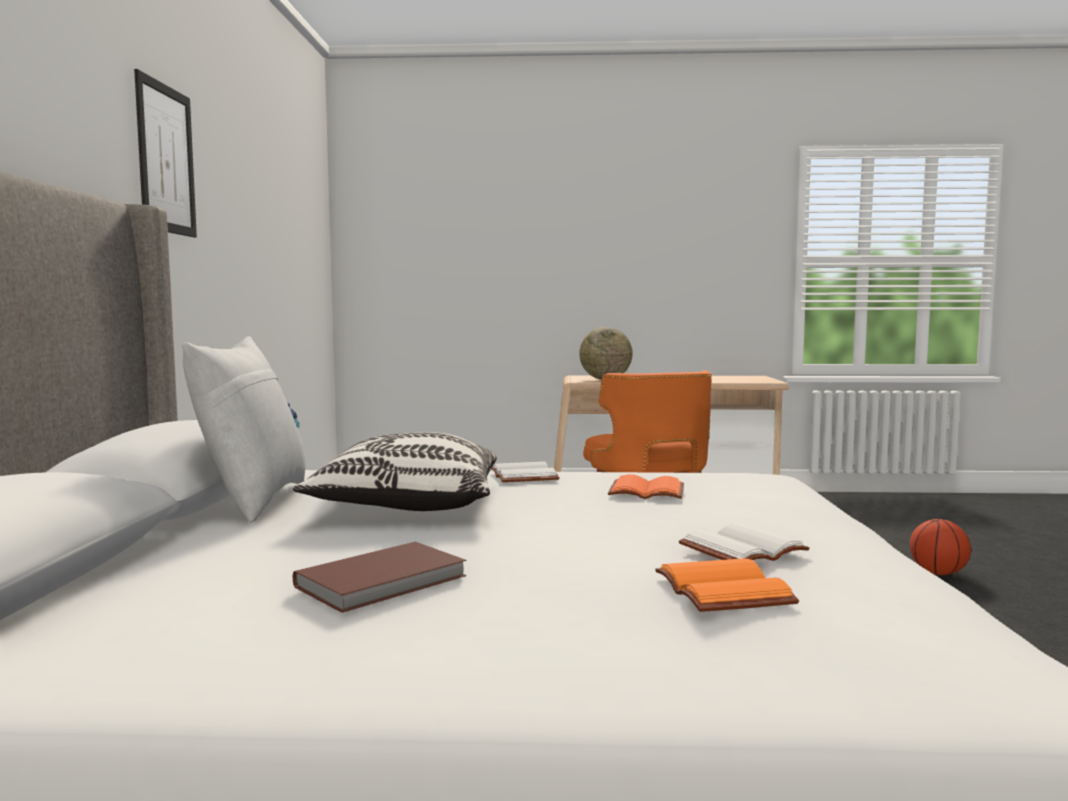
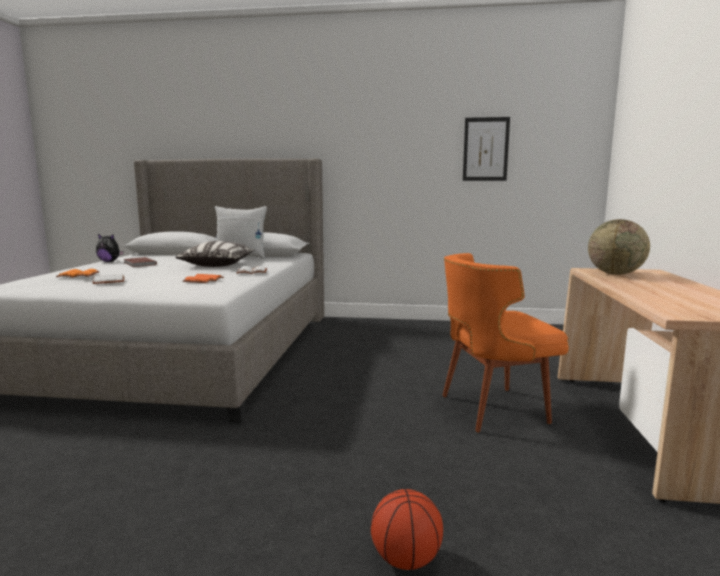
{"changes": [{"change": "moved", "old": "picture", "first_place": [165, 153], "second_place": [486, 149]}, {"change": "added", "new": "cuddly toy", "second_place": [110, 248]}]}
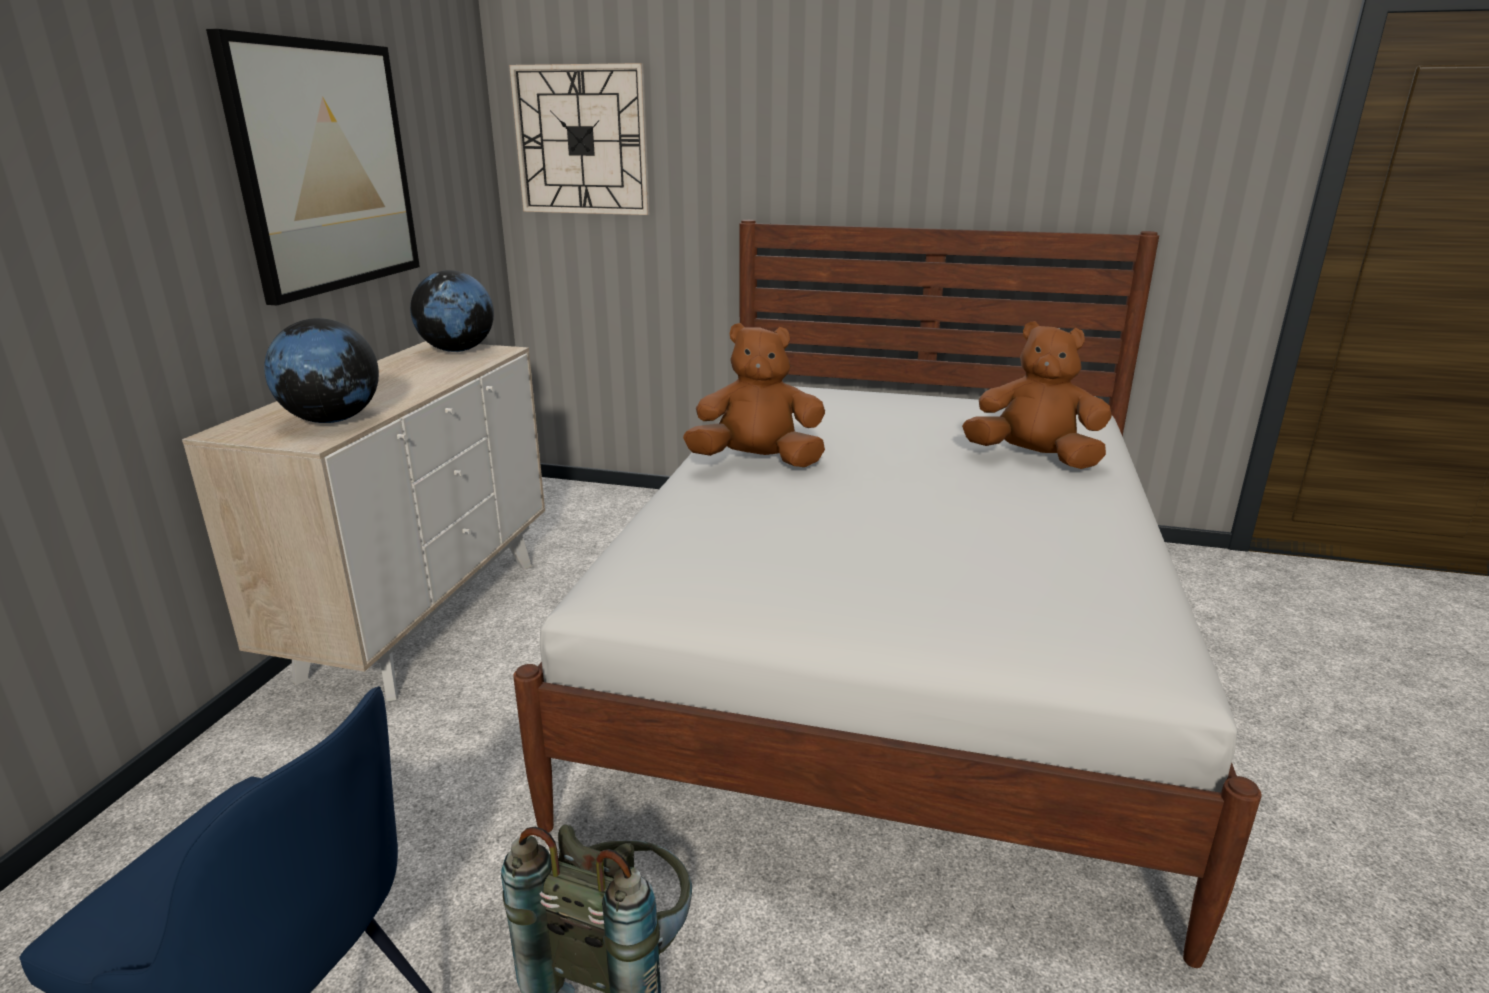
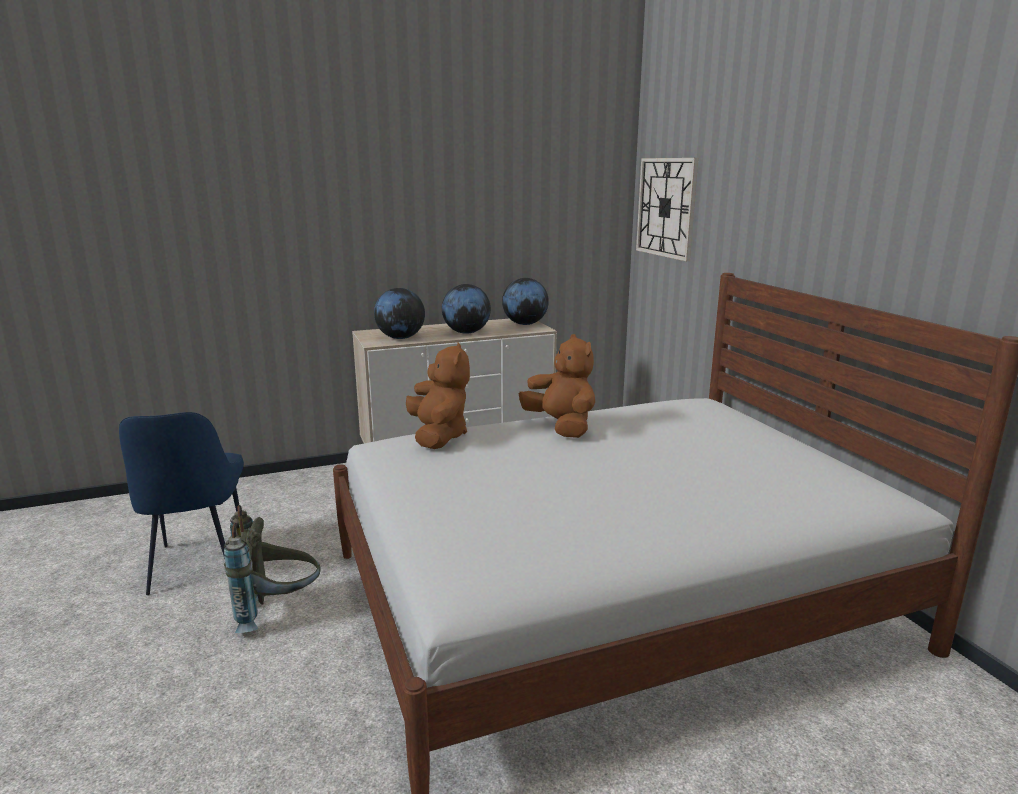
{"changes": [{"change": "removed", "old": "picture", "first_place": [313, 167]}, {"change": "moved", "old": "cuddly toy (brown-coloured)", "first_place": [1037, 395], "second_place": [438, 395]}, {"change": "added", "new": "world globe", "second_place": [466, 309]}]}
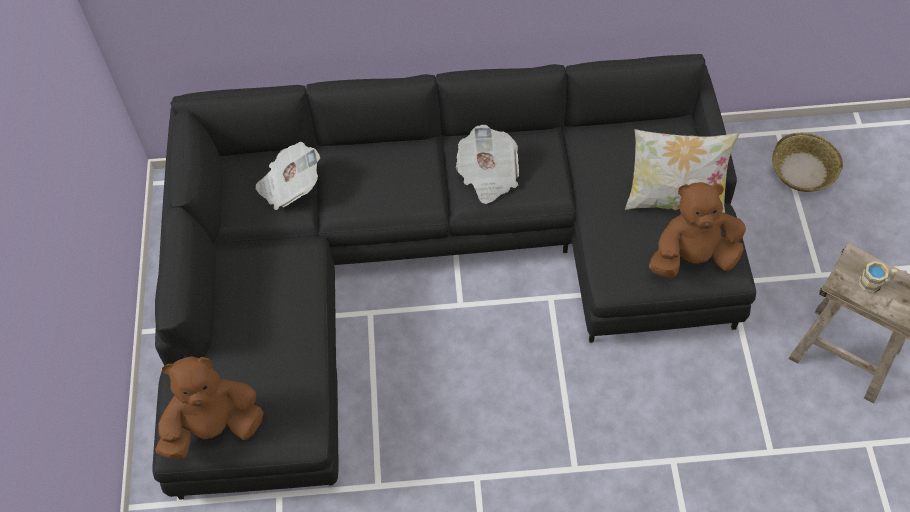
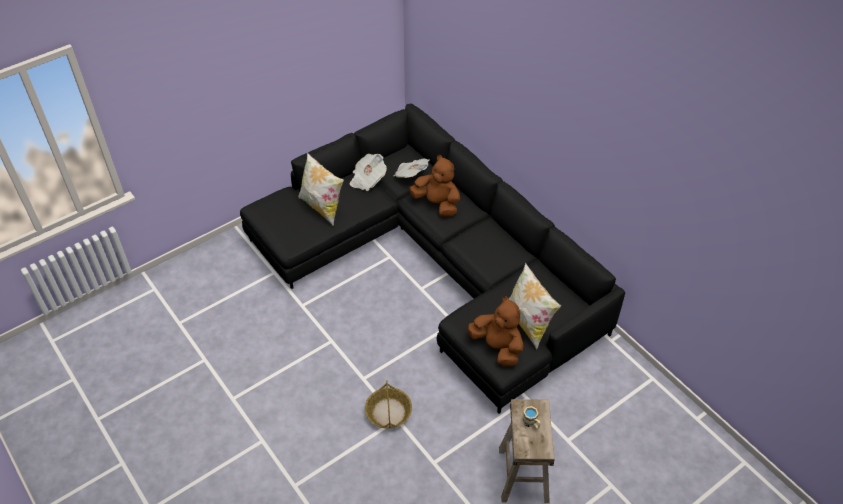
{"changes": [{"change": "moved", "old": "cuddly toy (brown-coloured)", "first_place": [209, 408], "second_place": [434, 186]}, {"change": "moved", "old": "printed paper", "first_place": [487, 164], "second_place": [368, 172]}, {"change": "moved", "old": "basket", "first_place": [807, 162], "second_place": [388, 404]}, {"change": "added", "new": "cushion", "second_place": [321, 189]}]}
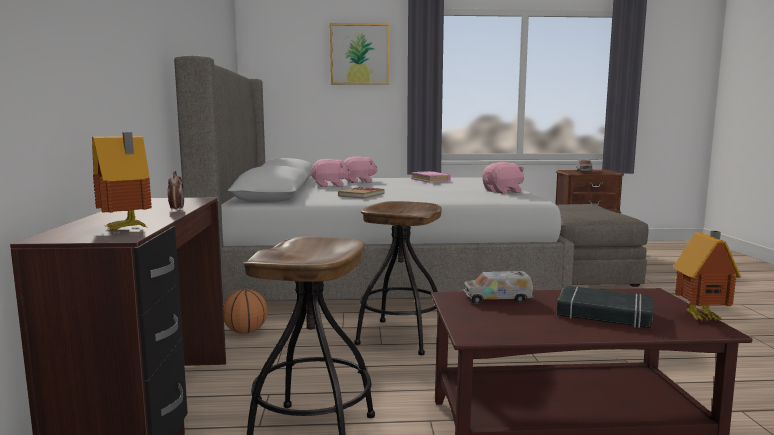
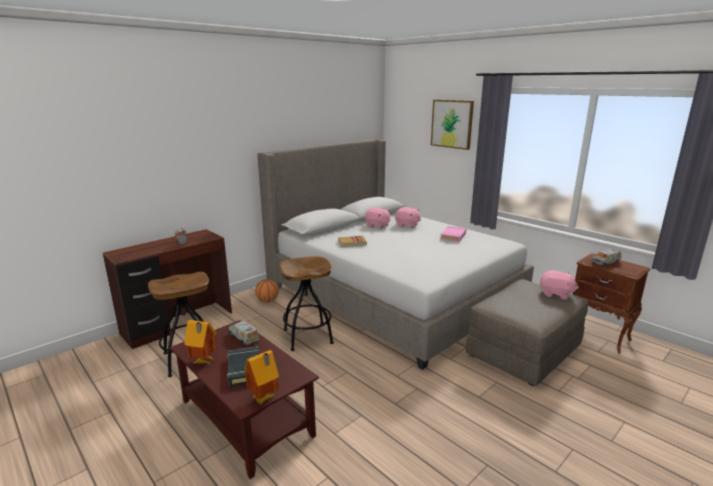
{"changes": [{"change": "moved", "old": "model house", "first_place": [122, 181], "second_place": [200, 342]}, {"change": "moved", "old": "cuddly toy (pink)", "first_place": [503, 177], "second_place": [559, 284]}]}
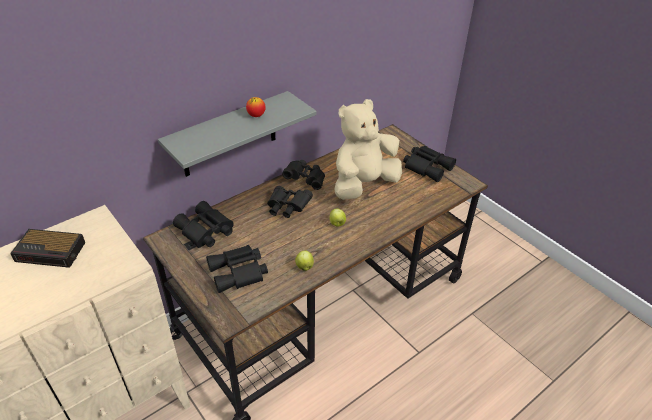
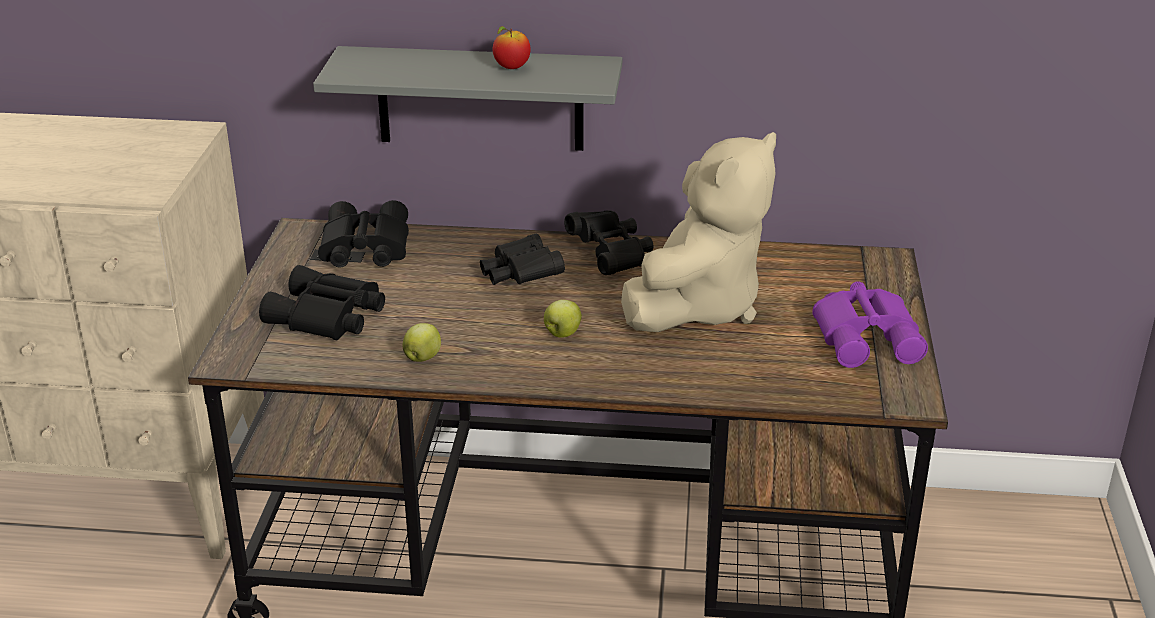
{"changes": [{"change": "removed", "old": "table clock", "first_place": [47, 248]}, {"change": "turned", "old": "cuddly toy (sand-coloured)", "first_place": [368, 149], "second_place": [698, 232], "degrees": 120}, {"change": "recoloured", "old": "pair of binoculars (black-coloured)", "new": "pair of binoculars (purple-coloured)", "first_place": [429, 164], "second_place": [870, 324]}]}
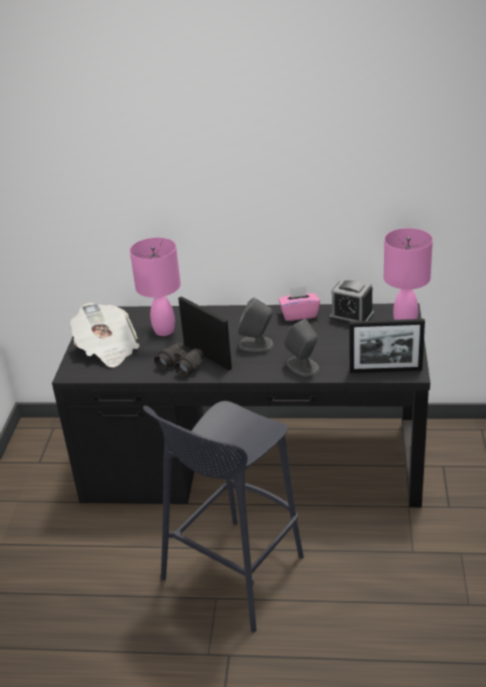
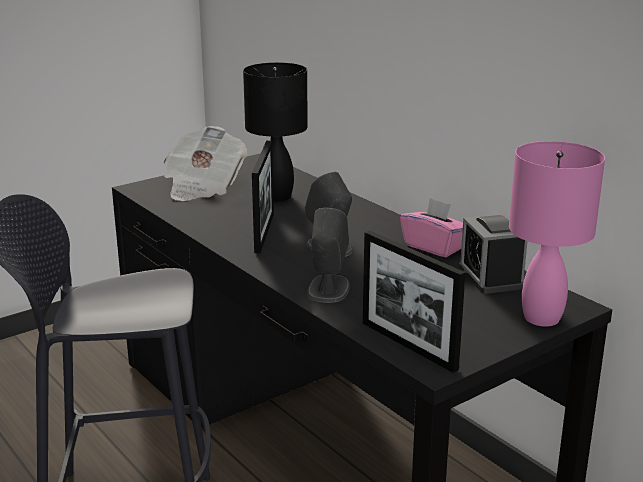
{"changes": [{"change": "recoloured", "old": "tabletop lamp (pink)", "new": "tabletop lamp (black-coloured)", "first_place": [155, 287], "second_place": [275, 132]}, {"change": "removed", "old": "pair of binoculars (black-coloured)", "first_place": [178, 360]}]}
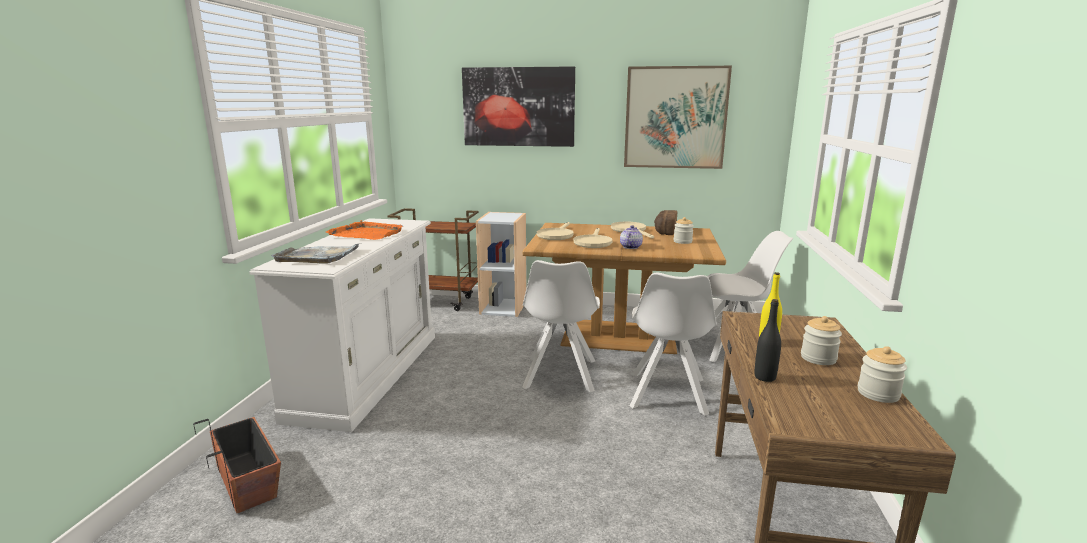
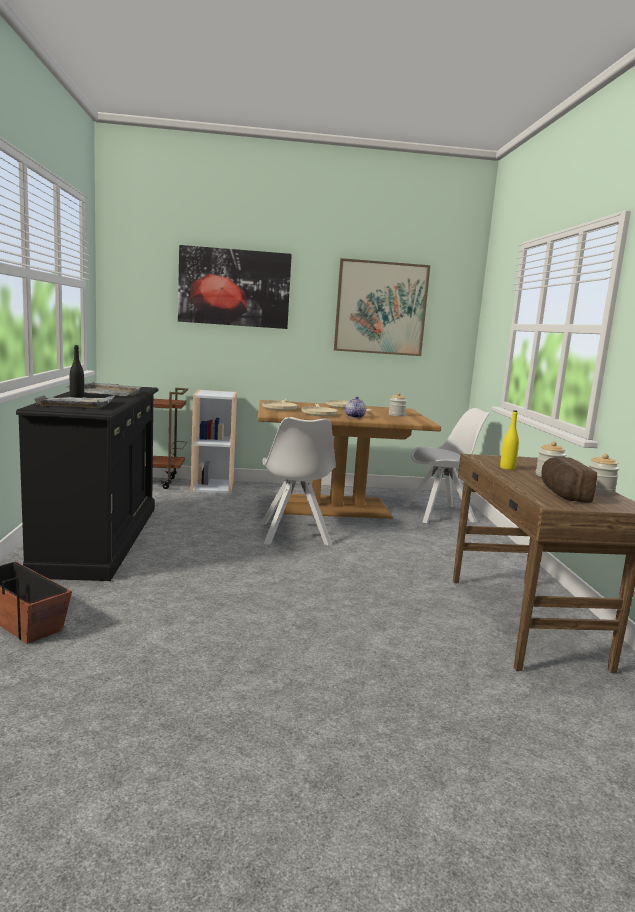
{"changes": [{"change": "recoloured", "old": "cabinet (white-coloured)", "new": "cabinet (black-coloured)", "first_place": [342, 325], "second_place": [87, 484]}, {"change": "recoloured", "old": "tray (orangey)", "new": "tray (greyish)", "first_place": [364, 230], "second_place": [104, 388]}, {"change": "removed", "old": "chair (white-coloured)", "first_place": [673, 344]}, {"change": "moved", "old": "bakery bread", "first_place": [665, 222], "second_place": [569, 480]}, {"change": "moved", "old": "drink bottle (black-coloured)", "first_place": [767, 340], "second_place": [77, 371]}]}
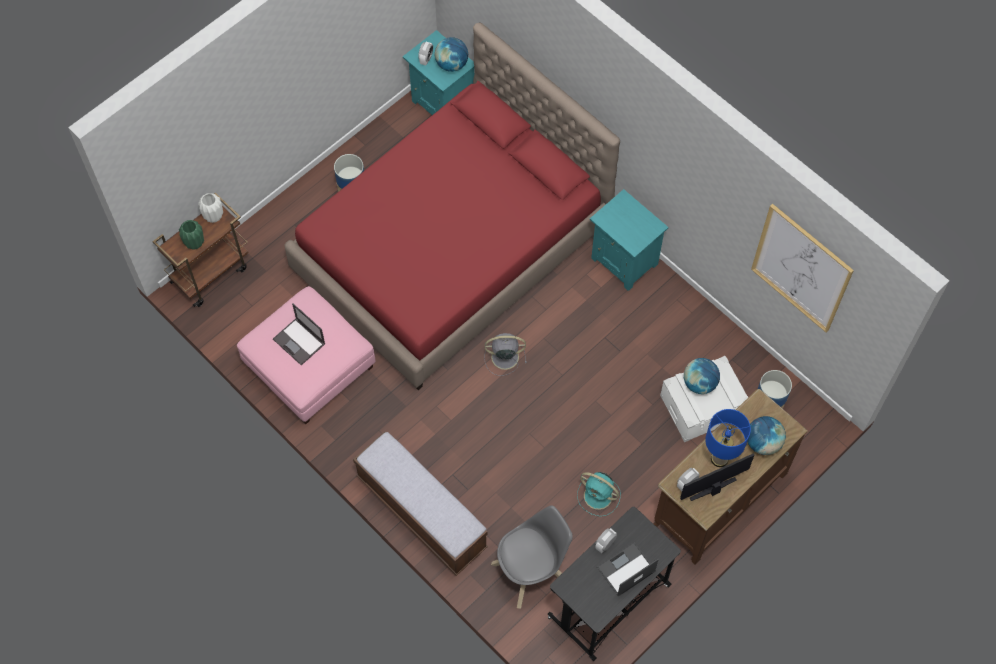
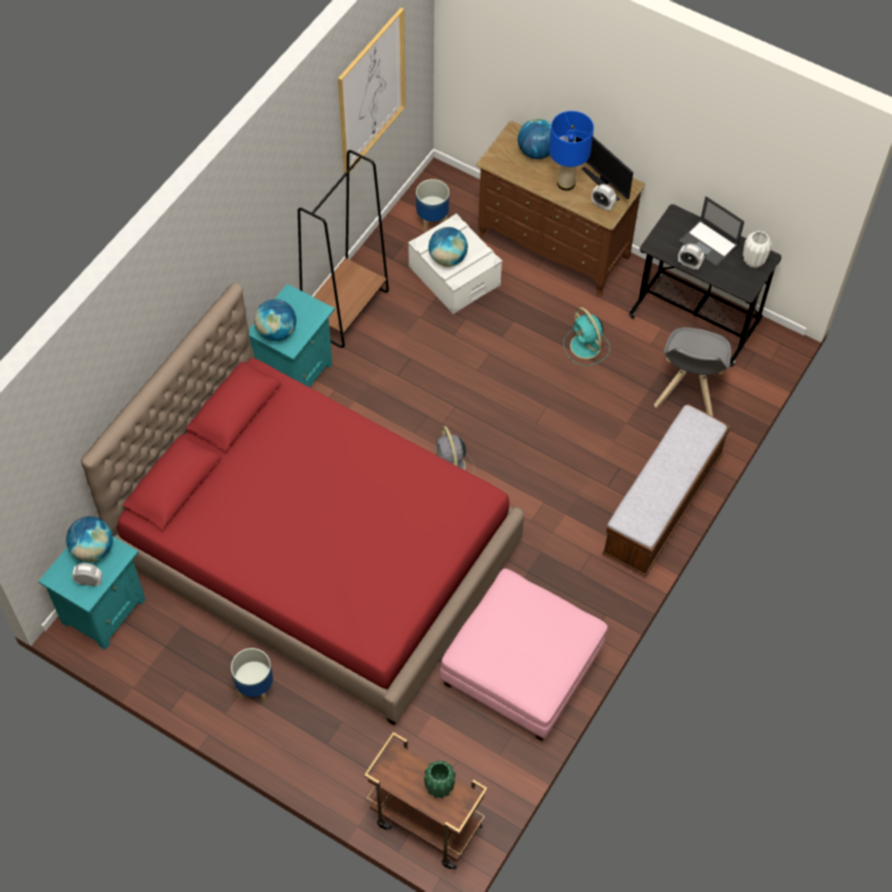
{"changes": [{"change": "moved", "old": "decorative vase (white-coloured)", "first_place": [210, 208], "second_place": [757, 249]}, {"change": "removed", "old": "notebook computer", "first_place": [299, 334]}, {"change": "turned", "old": "chair (greyish)", "first_place": [532, 557], "second_place": [692, 371], "degrees": -120}, {"change": "turned", "old": "electric fan (turquoise-coloured)", "first_place": [599, 494], "second_place": [586, 336], "degrees": 135}, {"change": "added", "new": "world globe", "second_place": [275, 320]}, {"change": "added", "new": "garment rack", "second_place": [343, 249]}]}
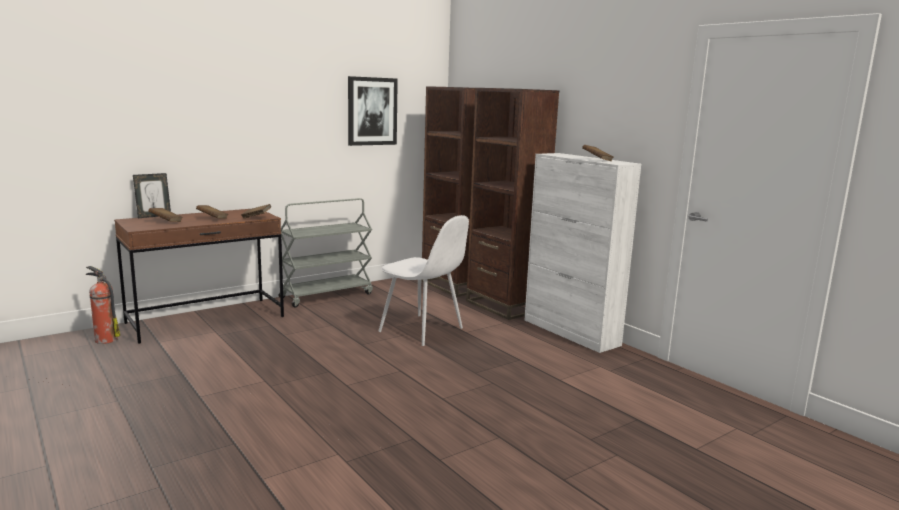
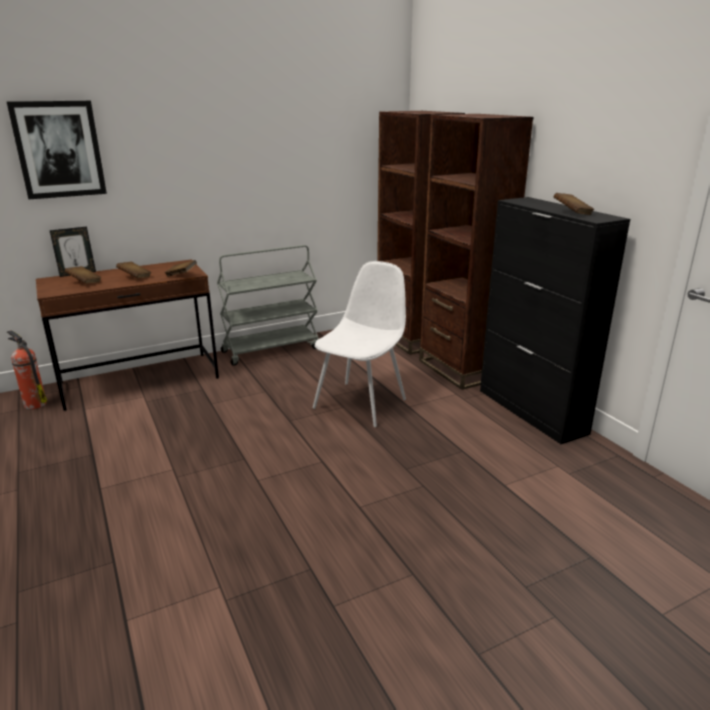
{"changes": [{"change": "moved", "old": "picture", "first_place": [373, 111], "second_place": [57, 150]}, {"change": "turned", "old": "chair (white-coloured)", "first_place": [423, 280], "second_place": [359, 344], "degrees": -105}, {"change": "recoloured", "old": "cabinet (white-coloured)", "new": "cabinet (black-coloured)", "first_place": [583, 253], "second_place": [555, 320]}]}
